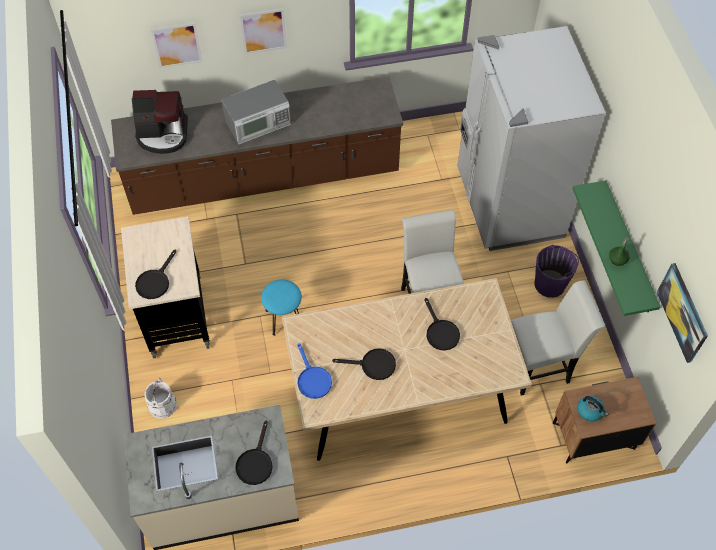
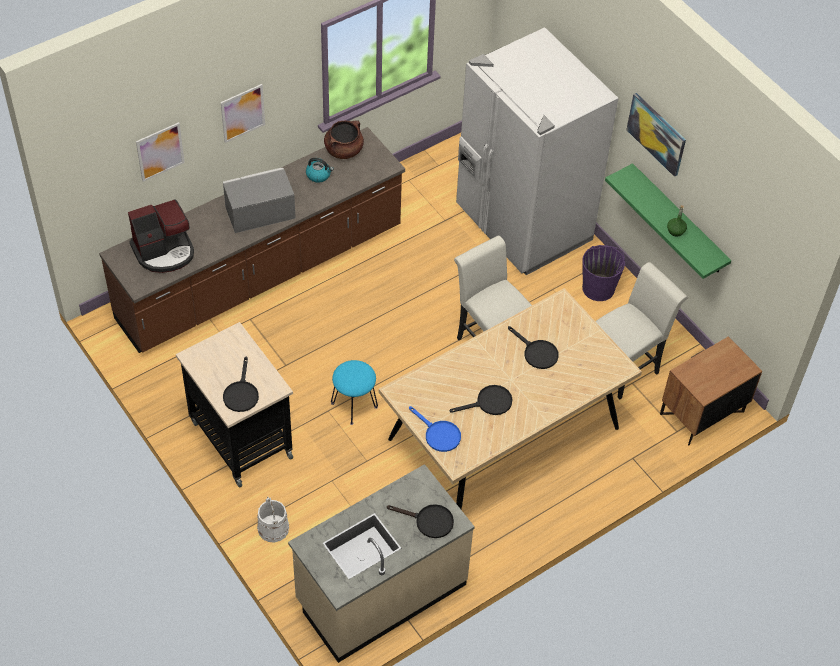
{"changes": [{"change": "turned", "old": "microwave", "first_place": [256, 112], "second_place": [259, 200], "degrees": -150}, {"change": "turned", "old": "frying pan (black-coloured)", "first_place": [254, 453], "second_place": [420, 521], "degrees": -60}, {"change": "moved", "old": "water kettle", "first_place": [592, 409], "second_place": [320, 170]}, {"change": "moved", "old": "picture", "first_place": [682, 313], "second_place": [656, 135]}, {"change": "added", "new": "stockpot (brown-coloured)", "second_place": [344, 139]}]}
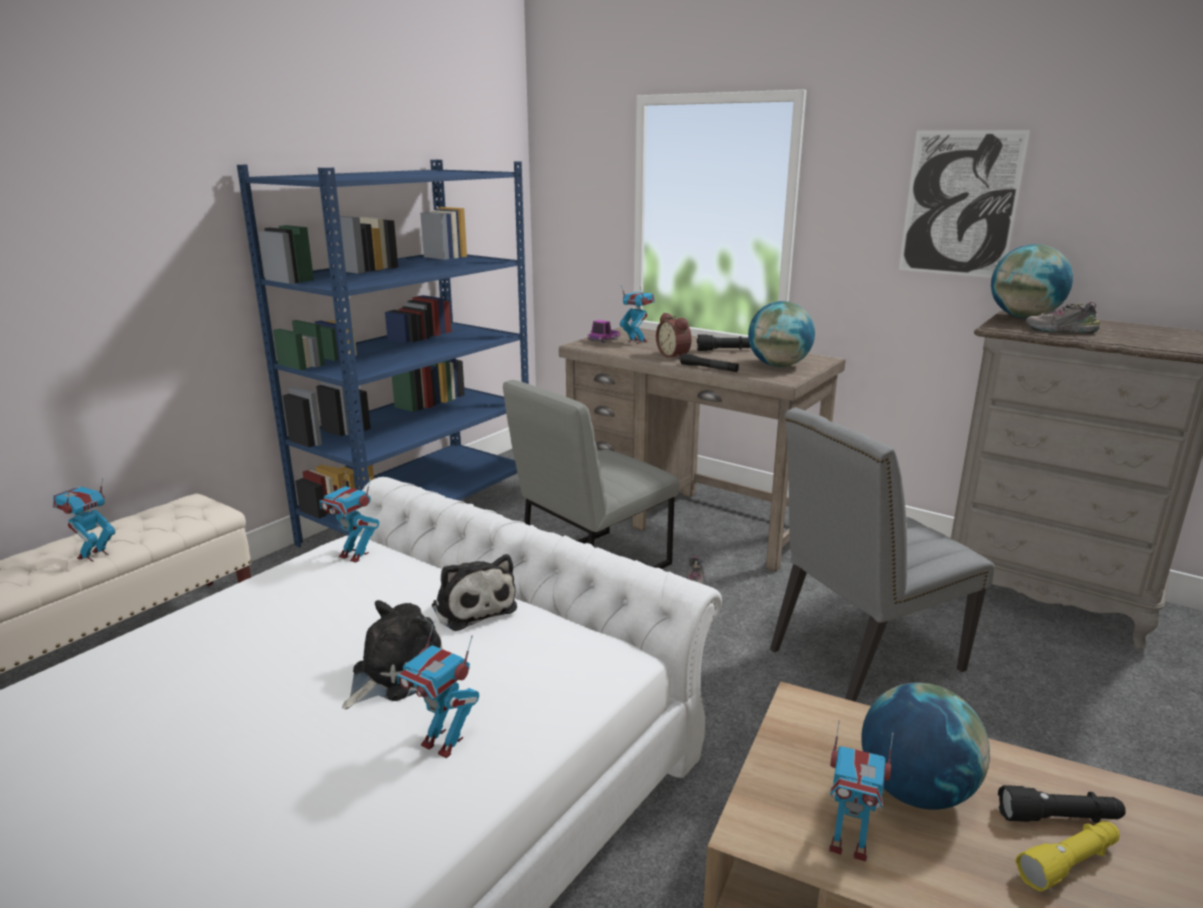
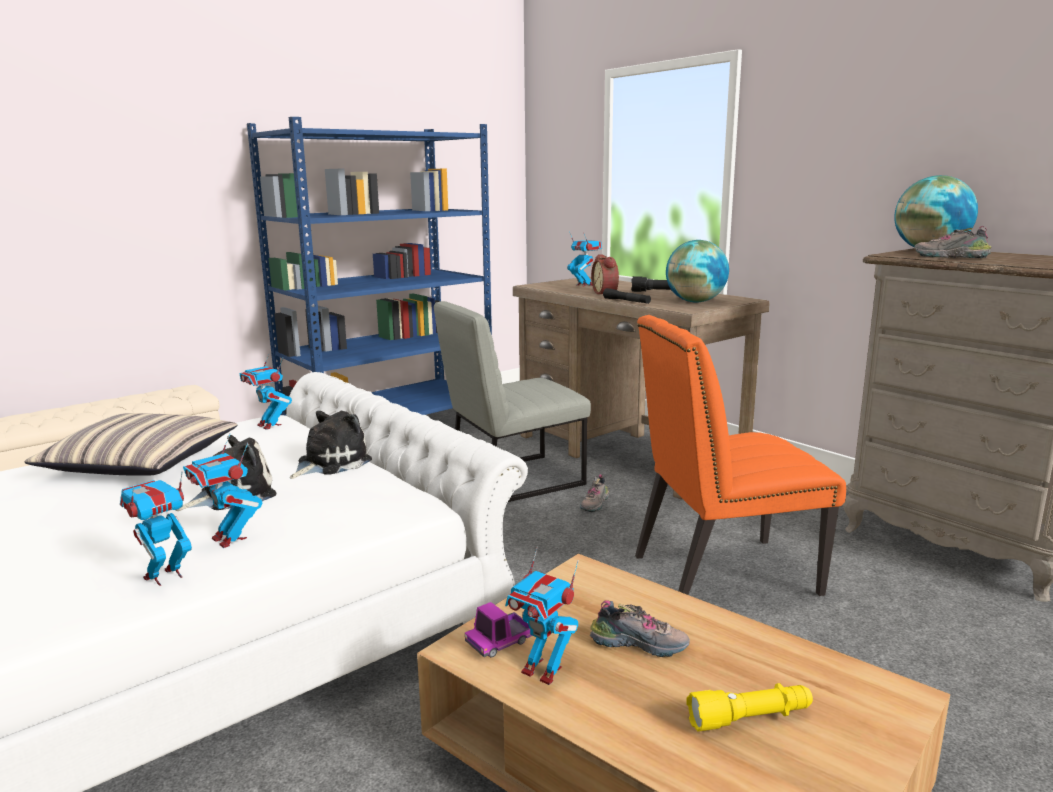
{"changes": [{"change": "moved", "old": "toy robot", "first_place": [84, 520], "second_place": [156, 529]}, {"change": "turned", "old": "cuddly toy", "first_place": [474, 592], "second_place": [331, 445], "degrees": -120}, {"change": "moved", "old": "toy lorry", "first_place": [604, 331], "second_place": [498, 629]}, {"change": "recoloured", "old": "chair (greyish)", "new": "chair (orangey)", "first_place": [882, 554], "second_place": [740, 455]}, {"change": "replaced", "old": "world globe", "new": "shoe", "first_place": [925, 746], "second_place": [640, 628]}, {"change": "removed", "old": "picture", "first_place": [964, 204]}, {"change": "removed", "old": "torch (black-coloured)", "first_place": [1062, 804]}, {"change": "added", "new": "cushion", "second_place": [131, 444]}]}
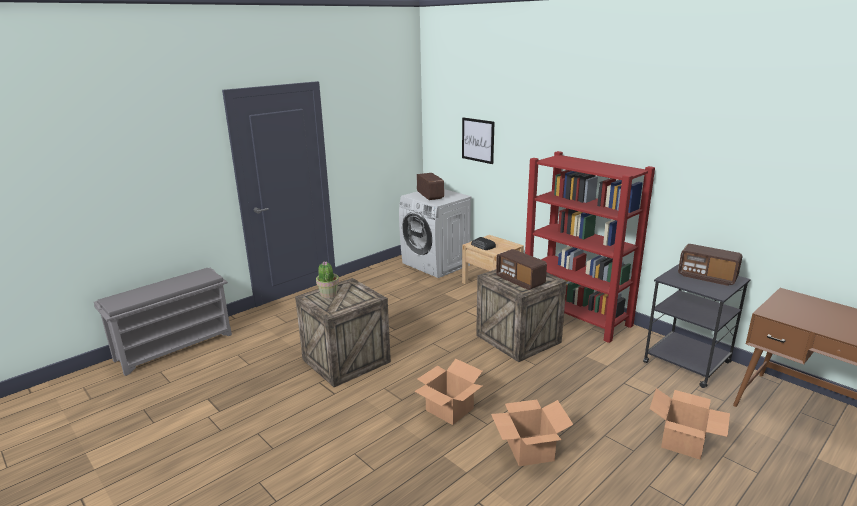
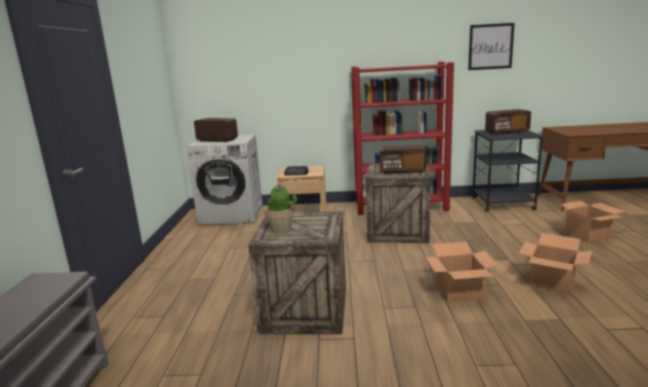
{"changes": [{"change": "moved", "old": "picture", "first_place": [478, 140], "second_place": [491, 46]}]}
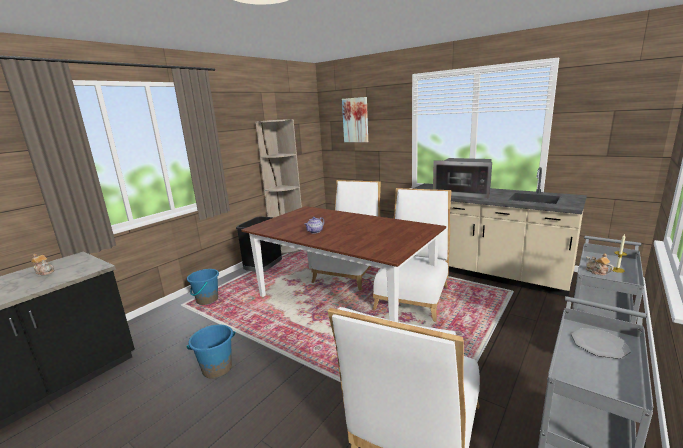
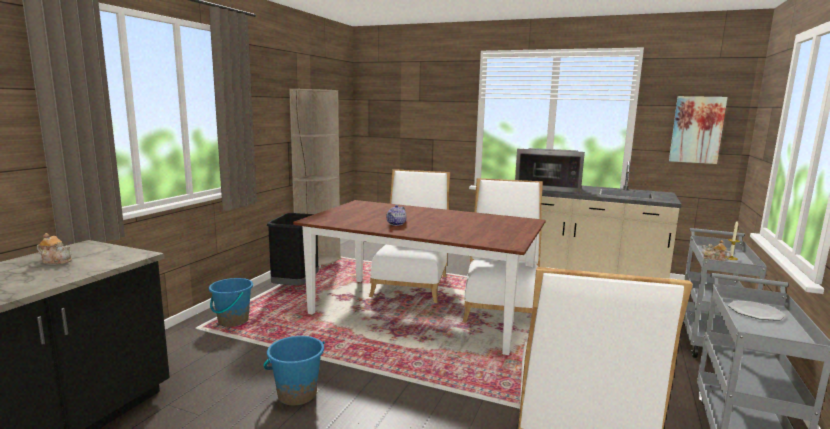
{"changes": [{"change": "moved", "old": "picture", "first_place": [355, 119], "second_place": [698, 130]}]}
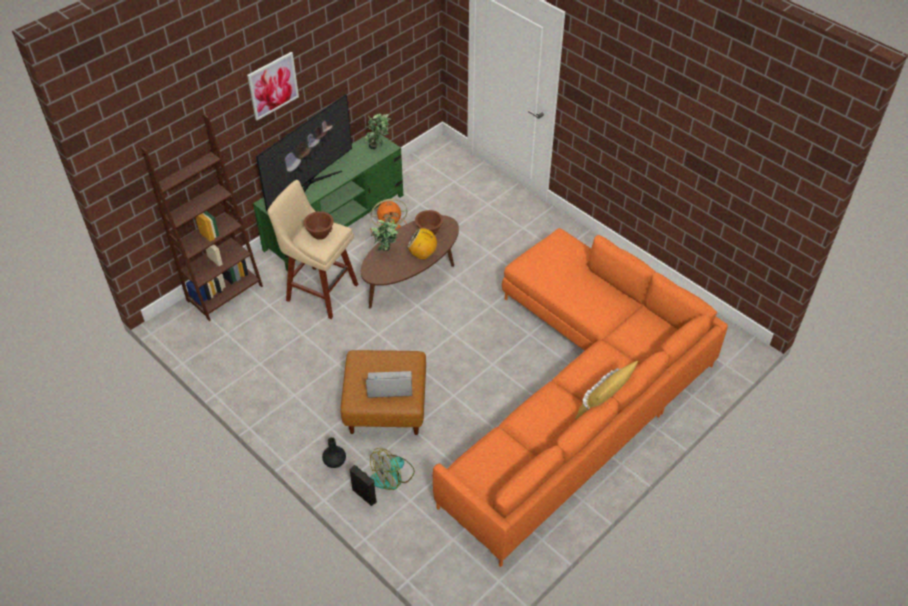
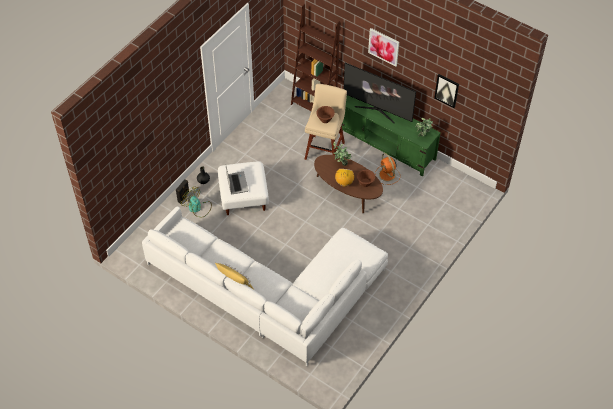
{"changes": [{"change": "recoloured", "old": "footrest (brown-coloured)", "new": "footrest (white-coloured)", "first_place": [383, 392], "second_place": [243, 188]}, {"change": "recoloured", "old": "settee (orangey)", "new": "settee (white-coloured)", "first_place": [580, 397], "second_place": [265, 286]}, {"change": "added", "new": "picture", "second_place": [446, 91]}]}
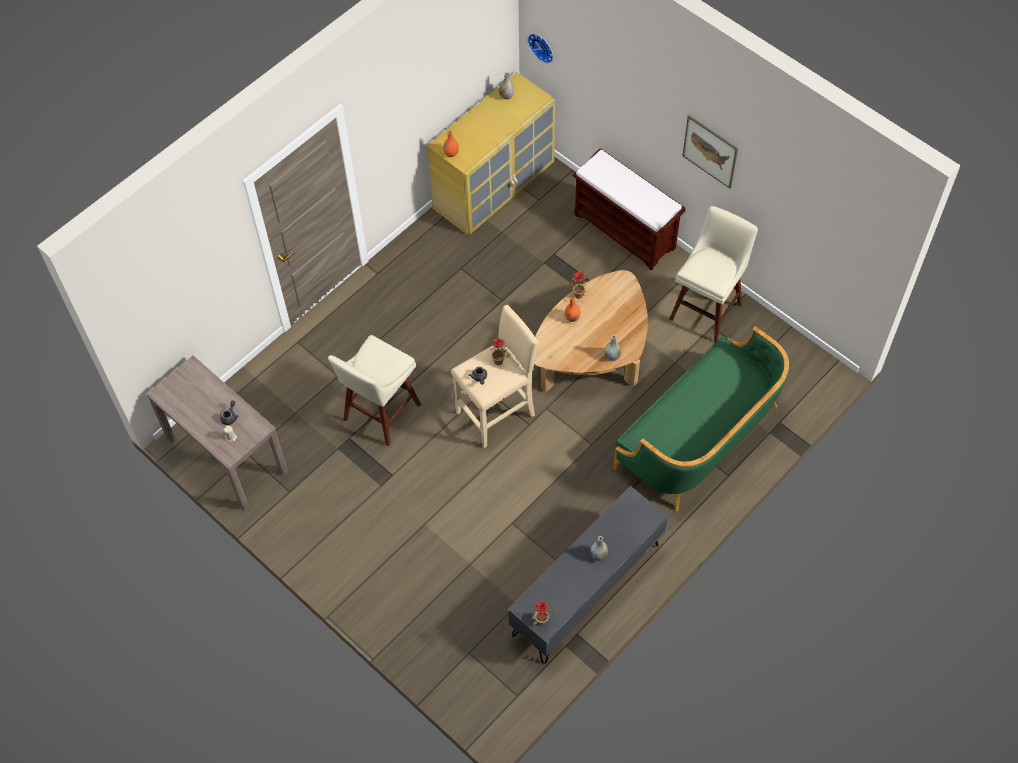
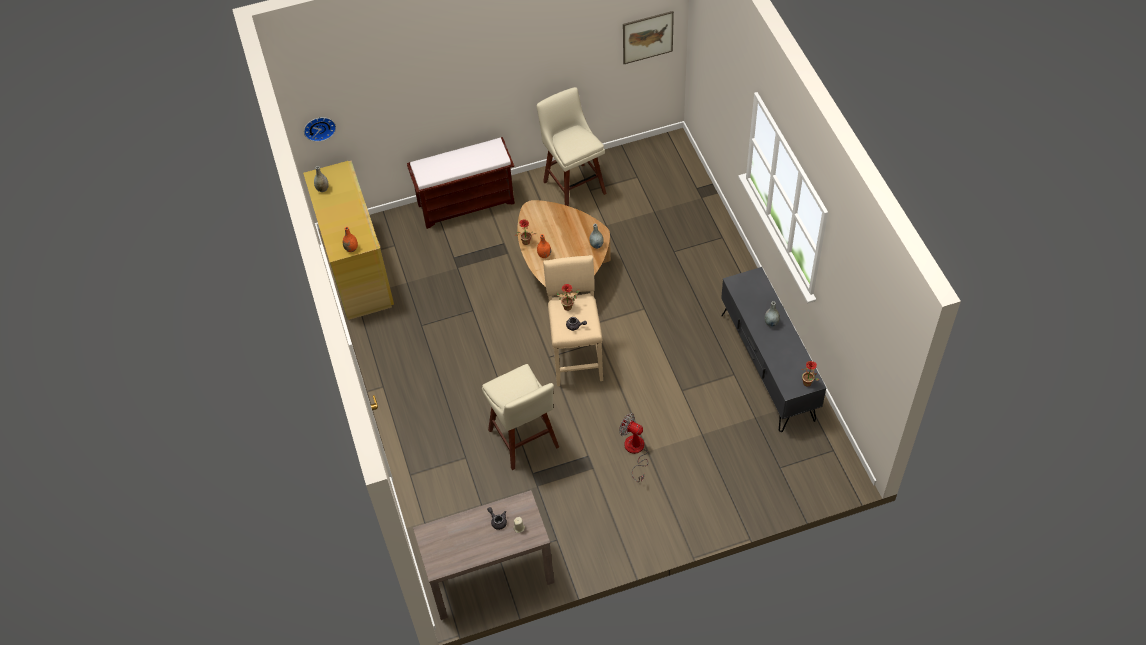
{"changes": [{"change": "removed", "old": "settee (green-coloured)", "first_place": [702, 418]}, {"change": "moved", "old": "picture", "first_place": [710, 152], "second_place": [648, 37]}, {"change": "added", "new": "electric fan", "second_place": [633, 447]}]}
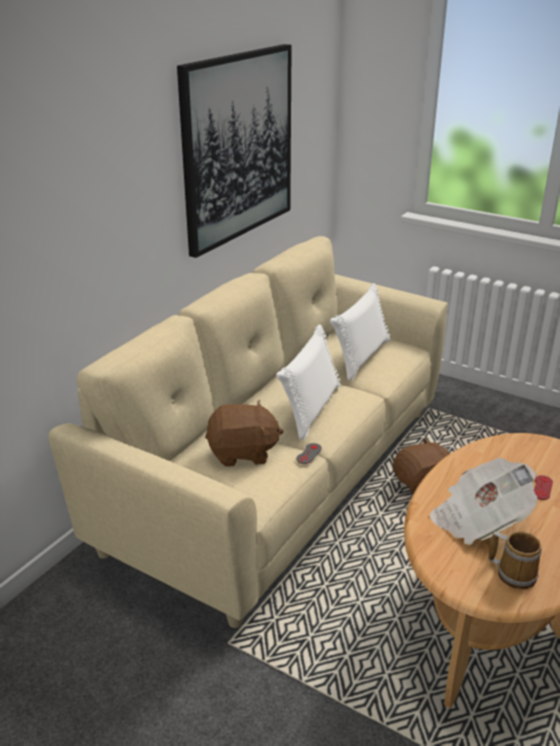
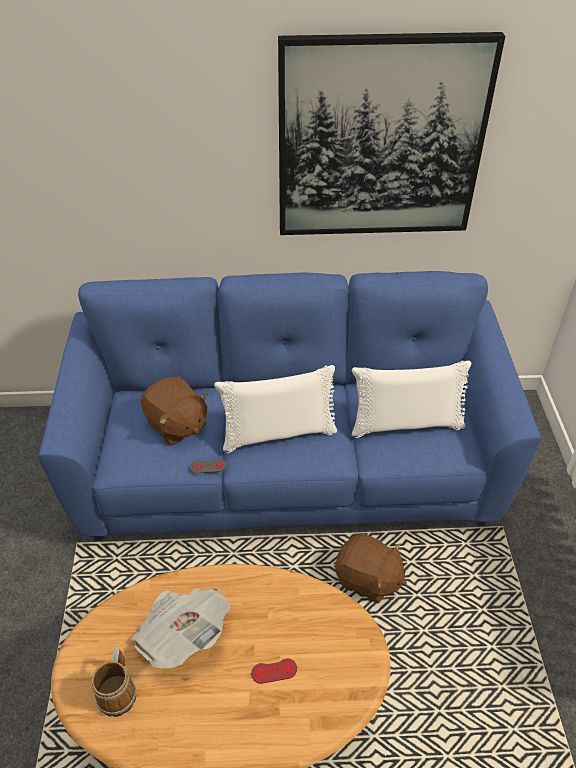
{"changes": [{"change": "recoloured", "old": "settee (sand-coloured)", "new": "settee (bluish)", "first_place": [248, 432], "second_place": [289, 406]}]}
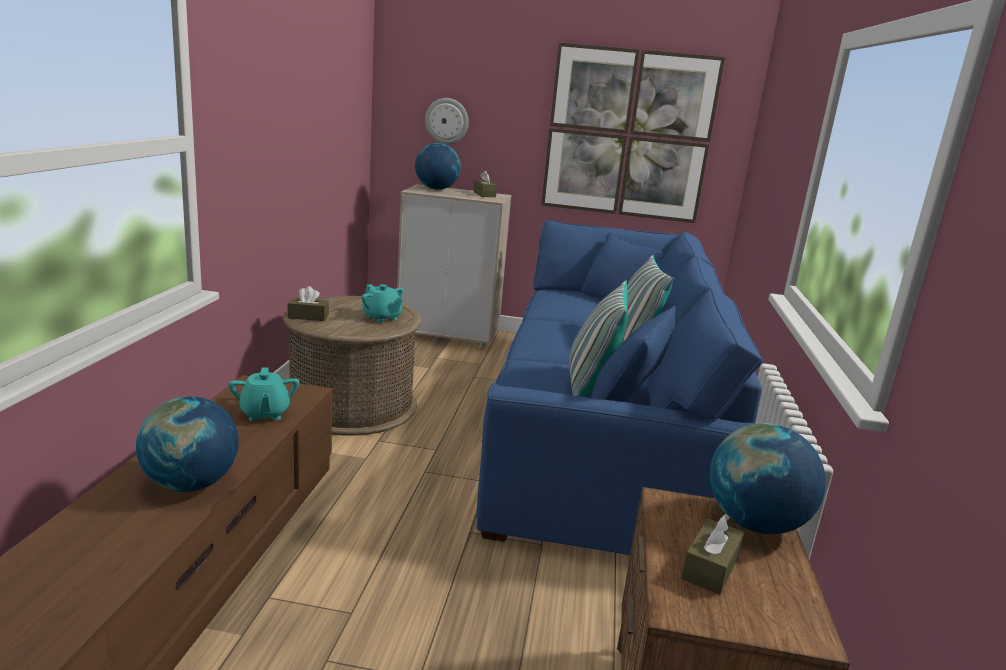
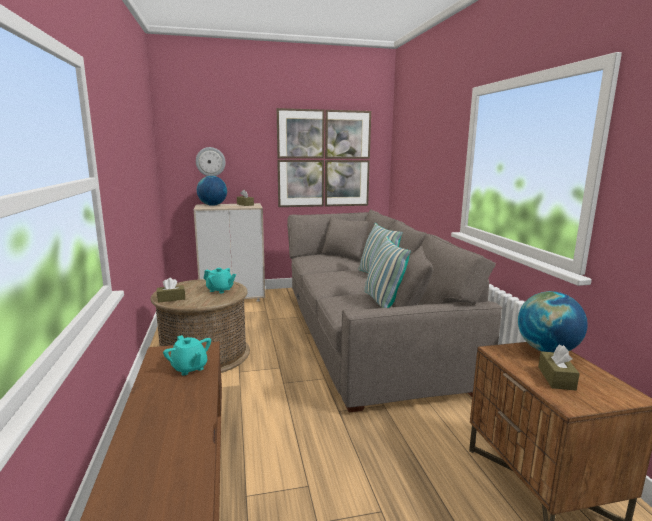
{"changes": [{"change": "removed", "old": "world globe", "first_place": [187, 444]}, {"change": "recoloured", "old": "settee (bluish)", "new": "settee (greyish)", "first_place": [620, 387], "second_place": [394, 310]}]}
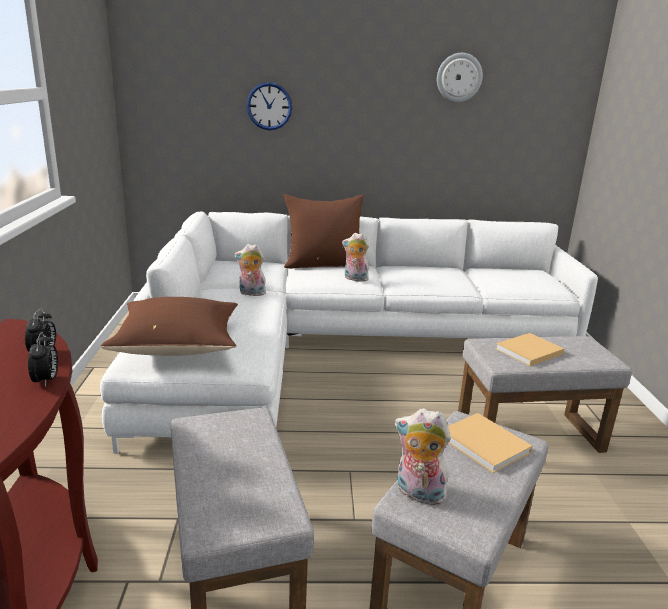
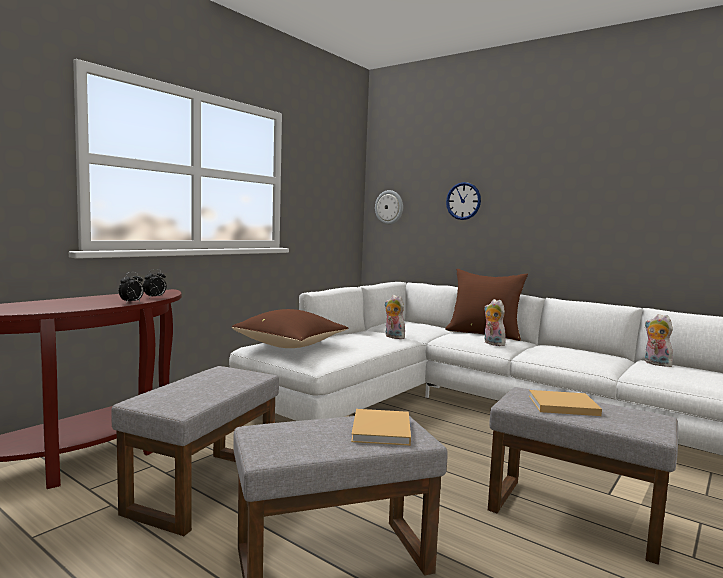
{"changes": [{"change": "moved", "old": "cuddly toy", "first_place": [423, 456], "second_place": [659, 340]}, {"change": "moved", "old": "wall clock", "first_place": [460, 77], "second_place": [389, 207]}]}
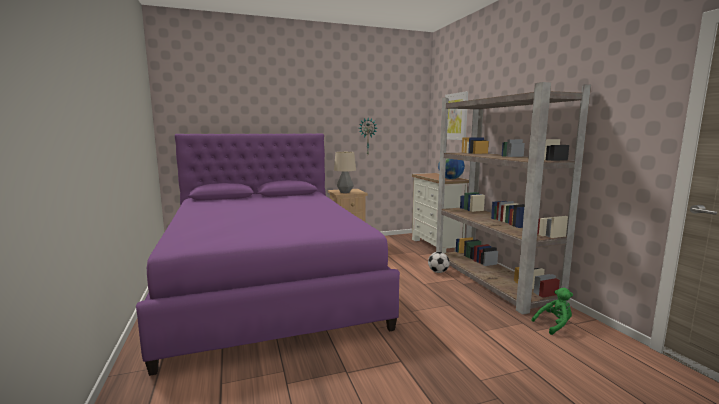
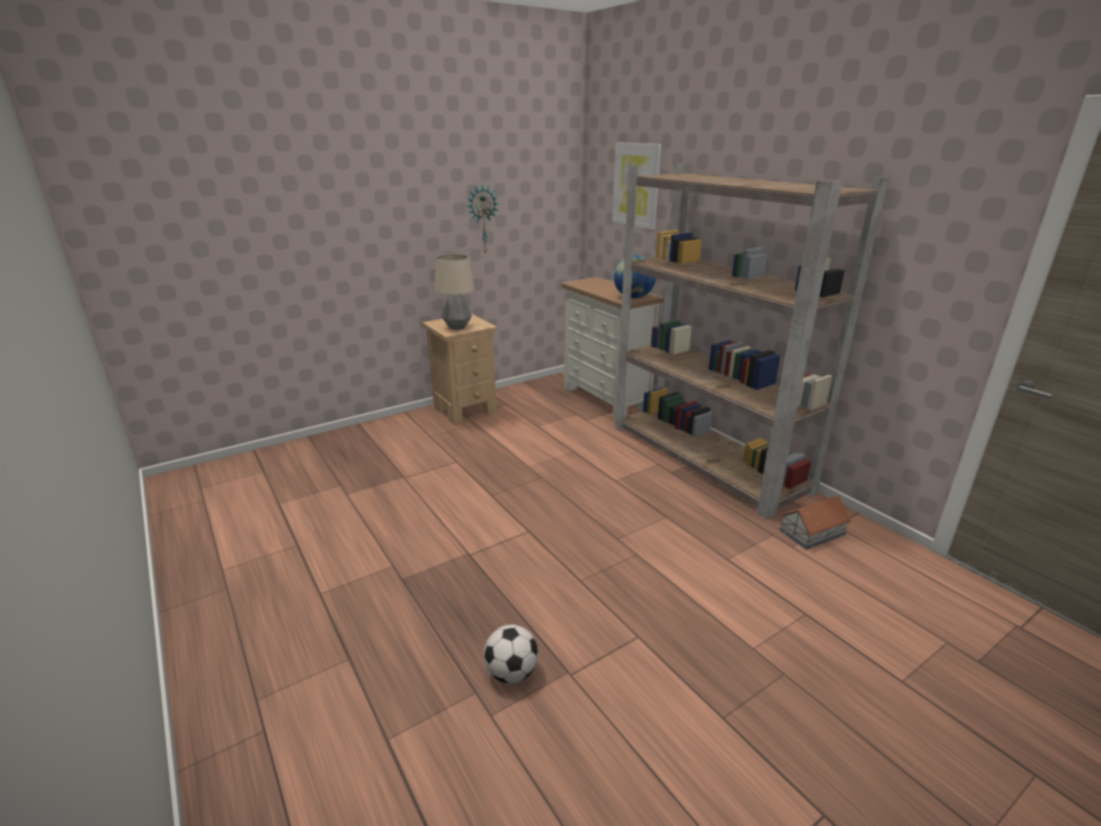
{"changes": [{"change": "removed", "old": "bedroom bed (purple-coloured)", "first_place": [268, 254]}, {"change": "moved", "old": "football", "first_place": [439, 262], "second_place": [511, 654]}, {"change": "replaced", "old": "cuddly toy (green-coloured)", "new": "model house", "first_place": [552, 311], "second_place": [815, 523]}]}
